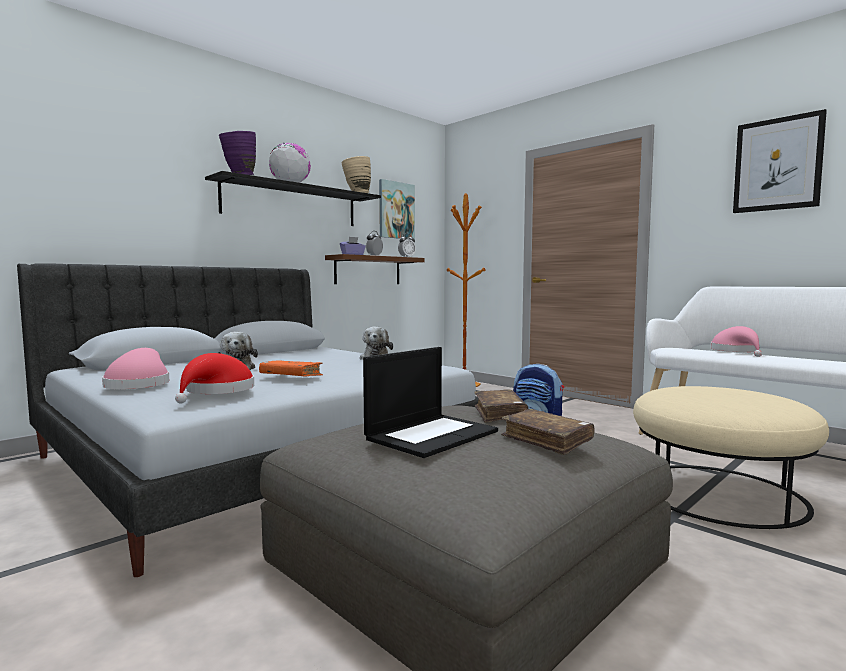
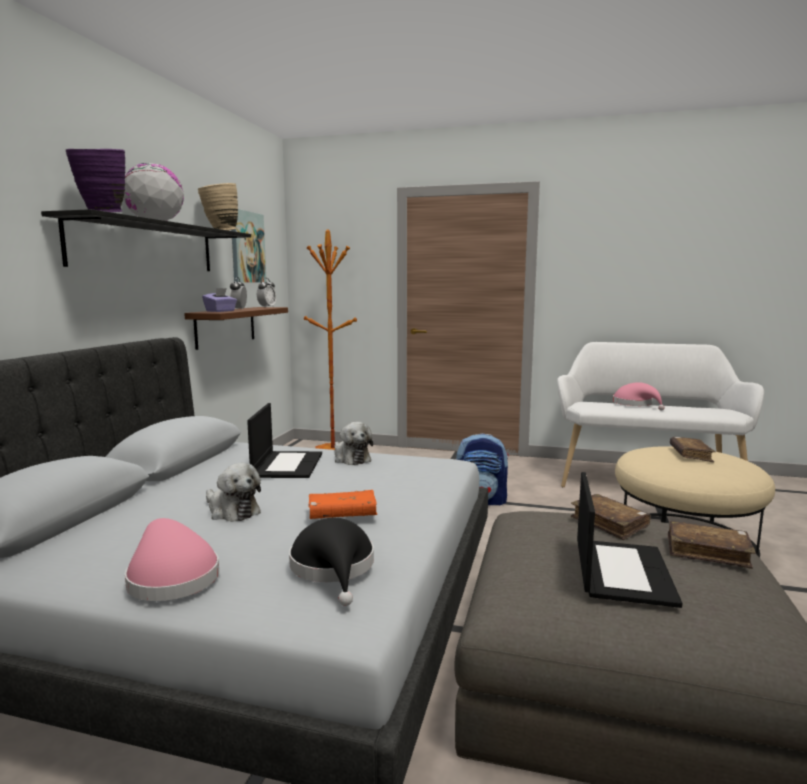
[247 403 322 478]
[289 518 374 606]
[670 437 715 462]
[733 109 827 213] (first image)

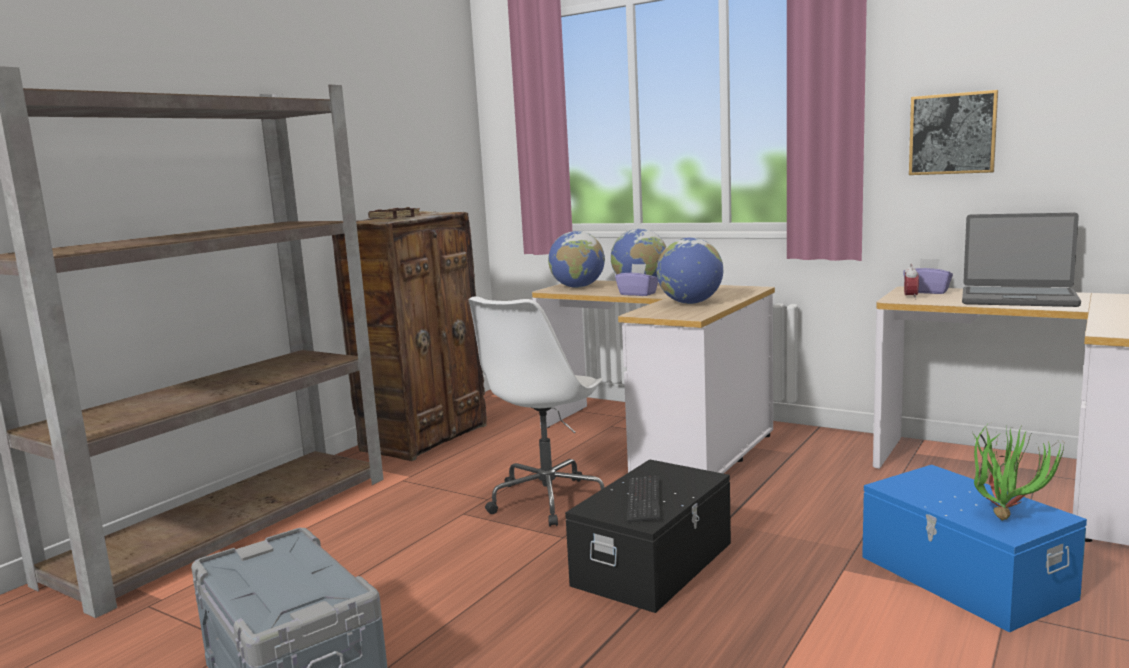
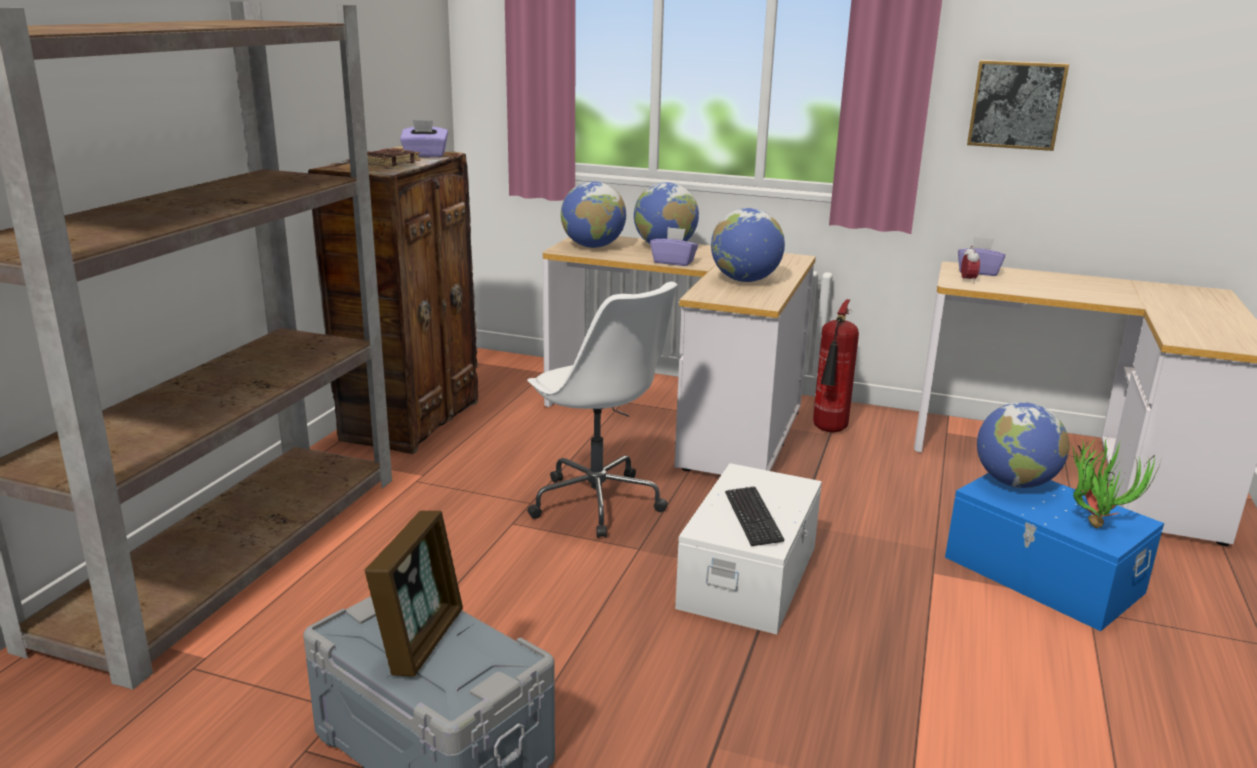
[365 511 463 677]
[400 120 448 157]
[527 282 678 538]
[675 463 822 634]
[813 299 859 432]
[977 402 1069 488]
[962 213 1081 307] (first image)

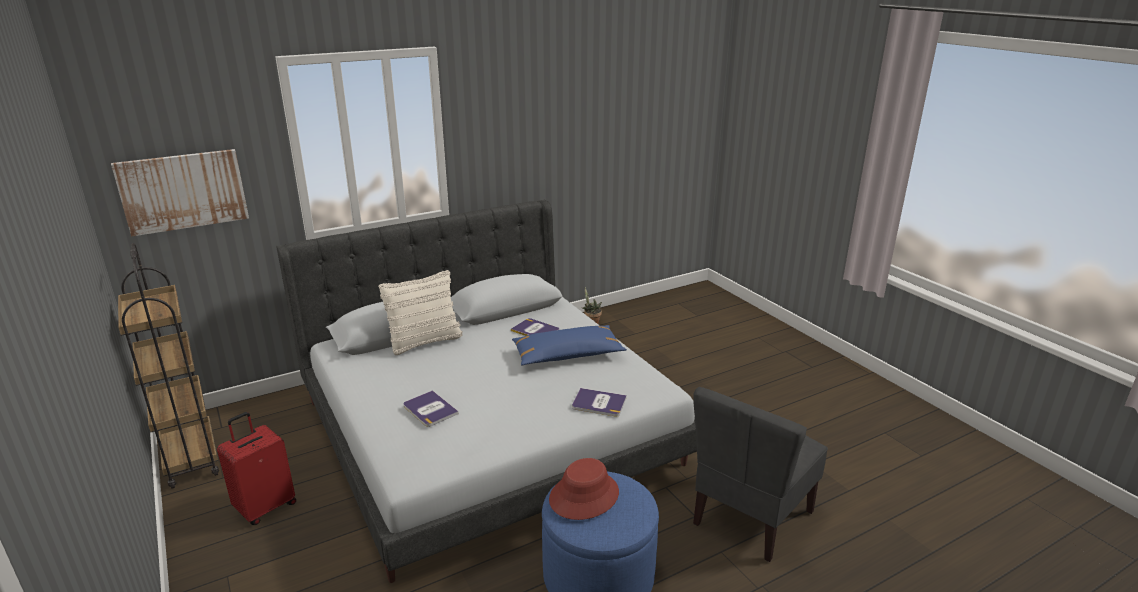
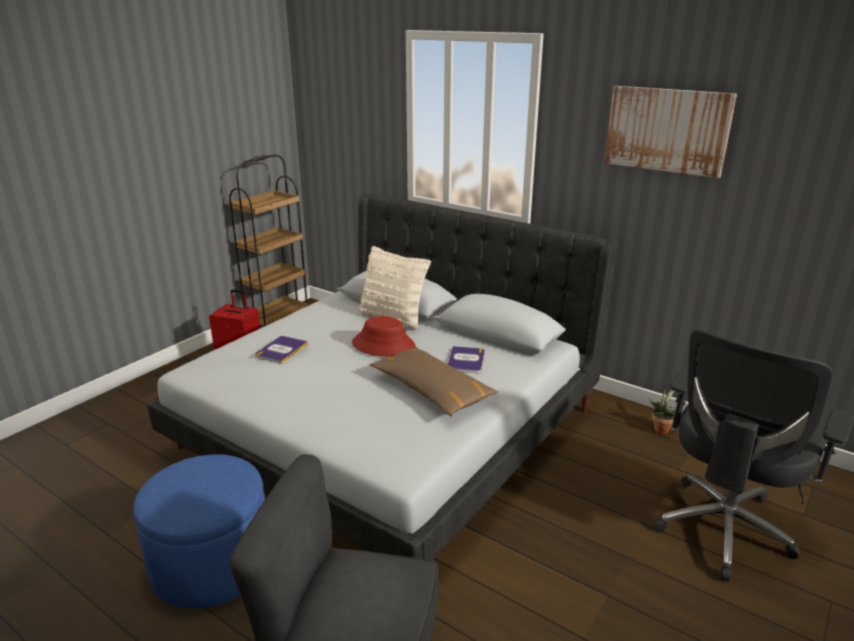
[352 316 416 357]
[370 347 498 416]
[604 86 737 178]
[653 330 854 581]
[572 388 627 417] (first image)

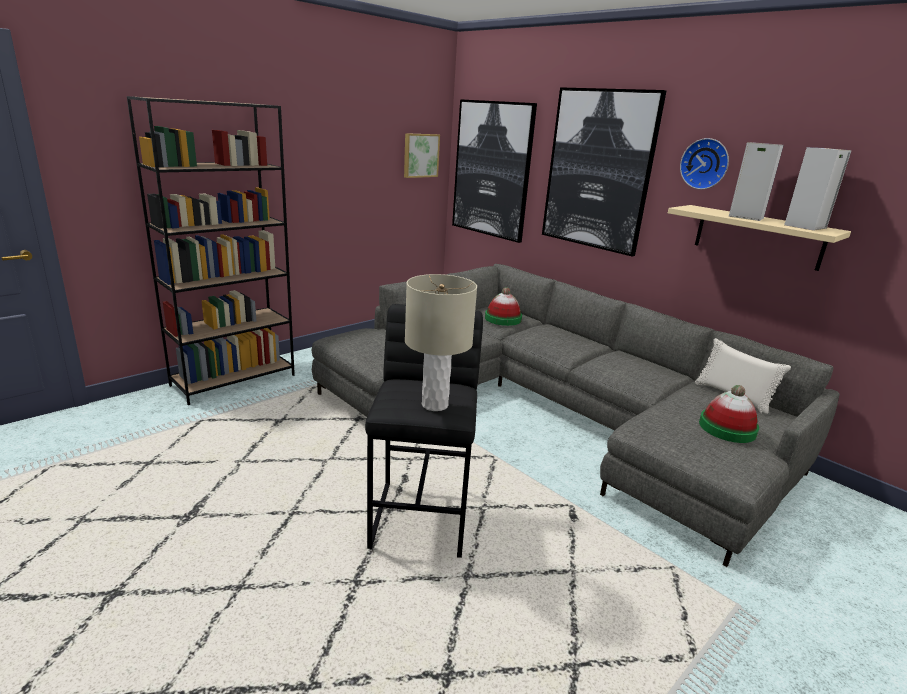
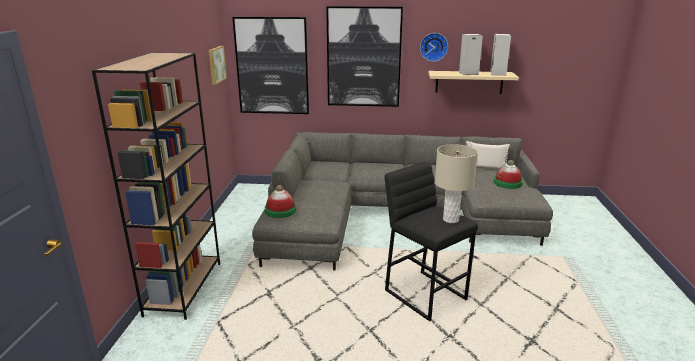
[265 185 296 218]

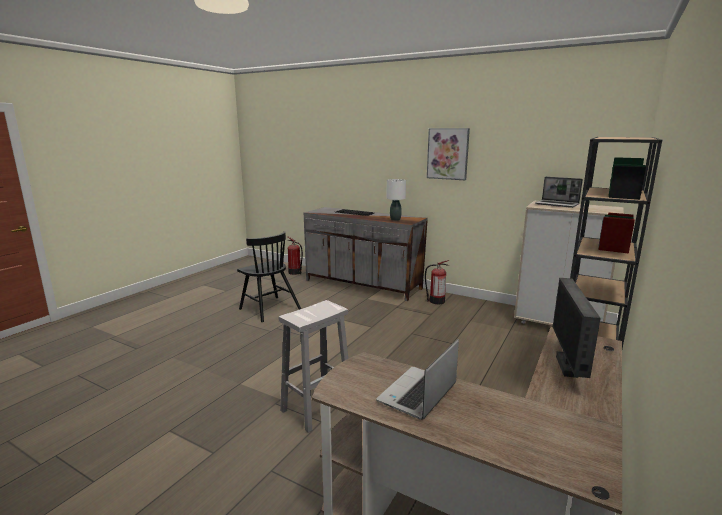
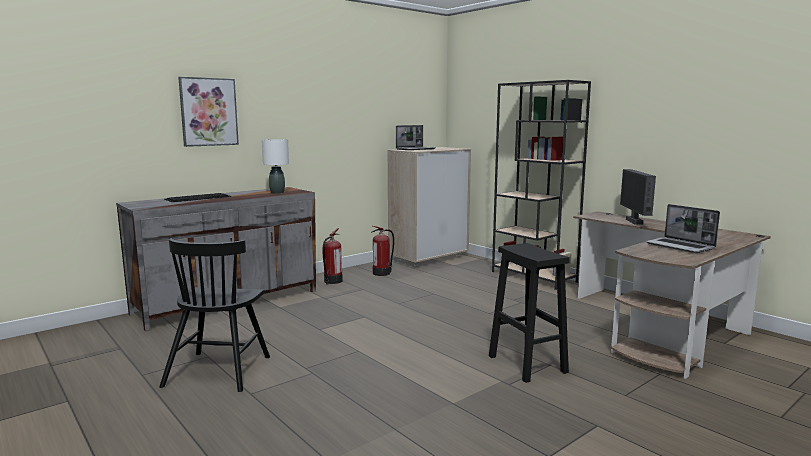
[159 238 270 392]
[178 77 239 147]
[372 226 394 276]
[489 243 570 383]
[620 169 656 224]

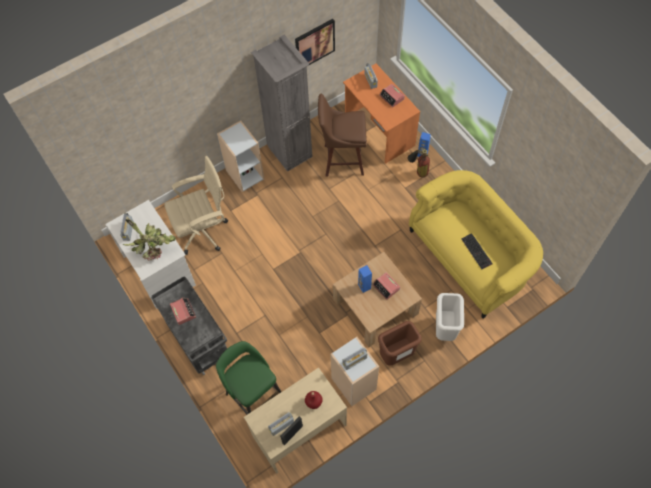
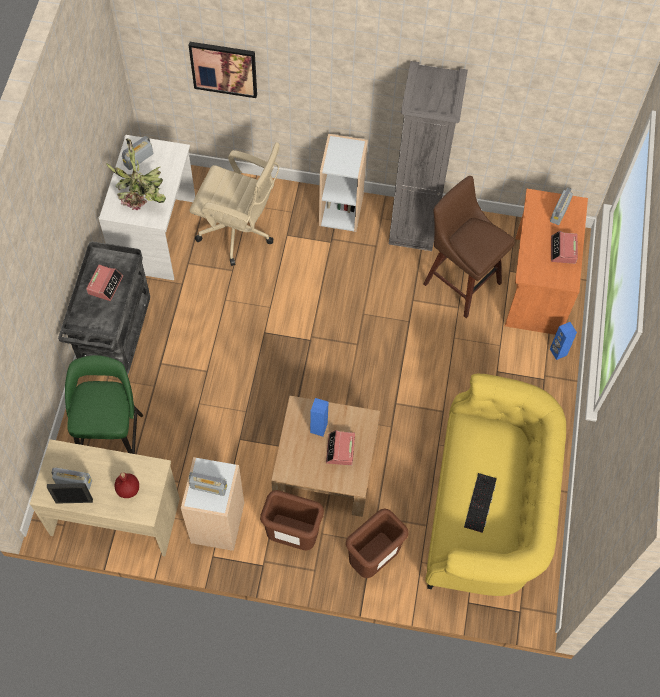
[189 42 257 98]
[346 509 409 578]
[407 149 430 178] (first image)

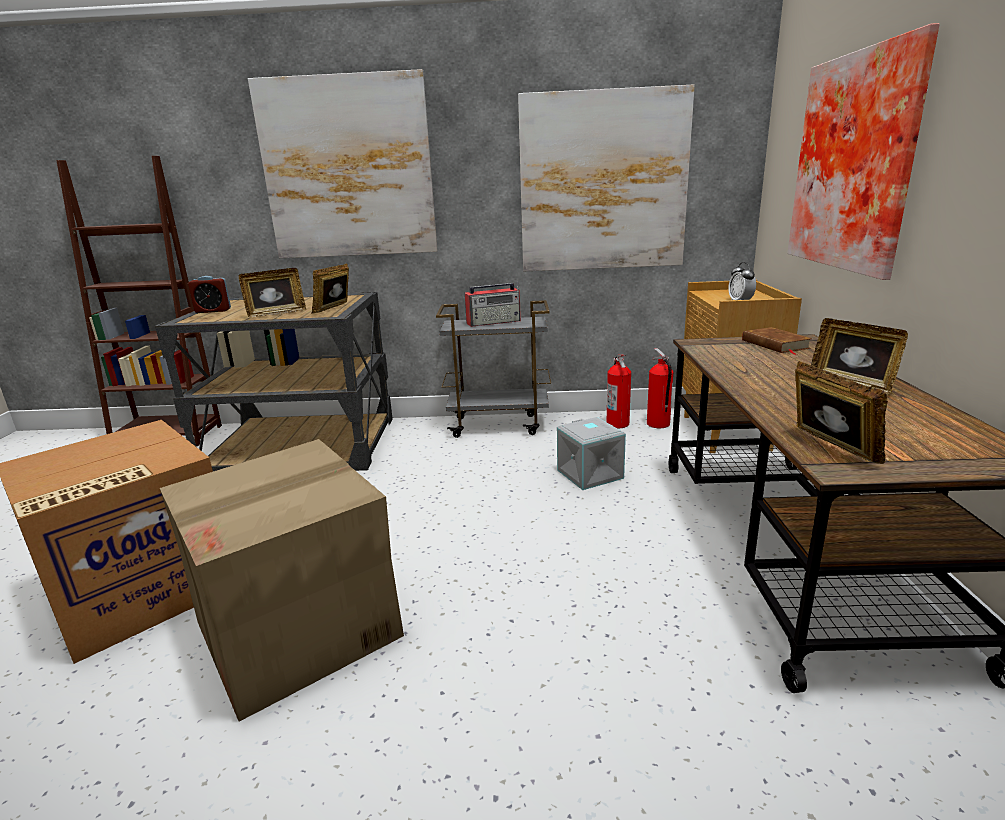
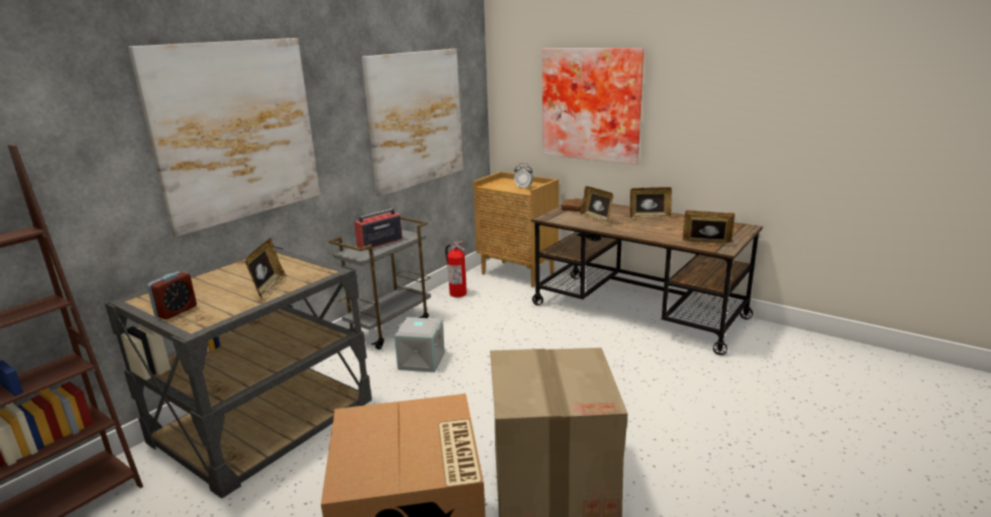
[354 209 402 250]
[394 317 445 372]
[580 186 613 225]
[647 348 673 428] (first image)

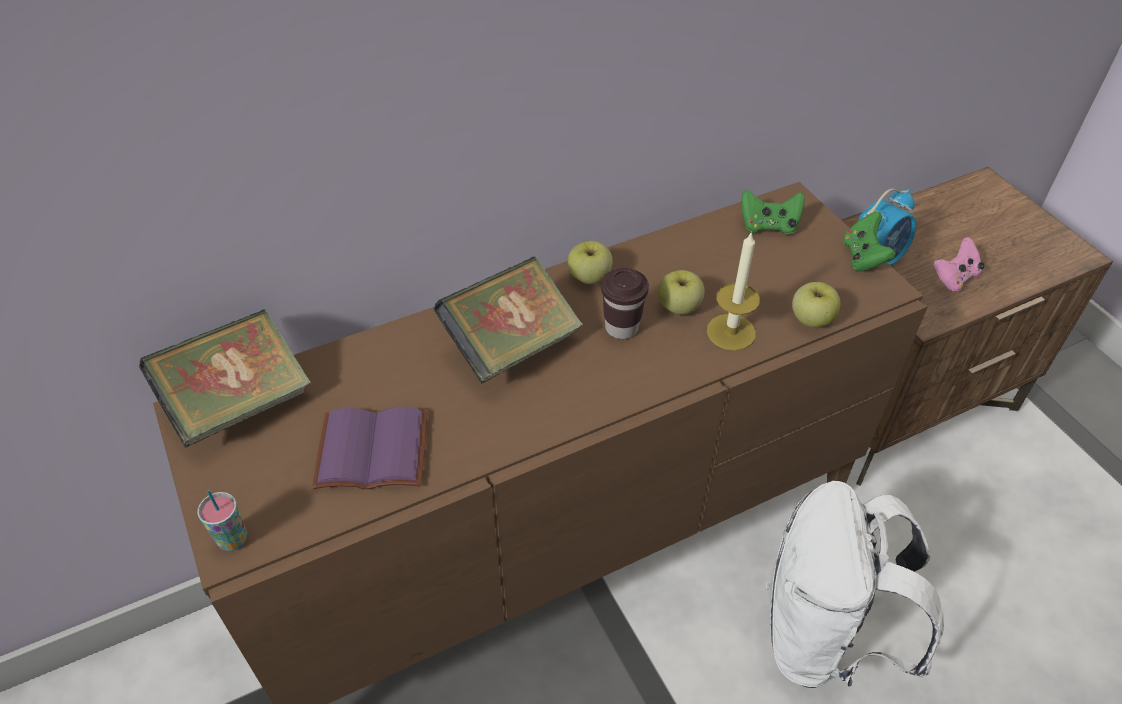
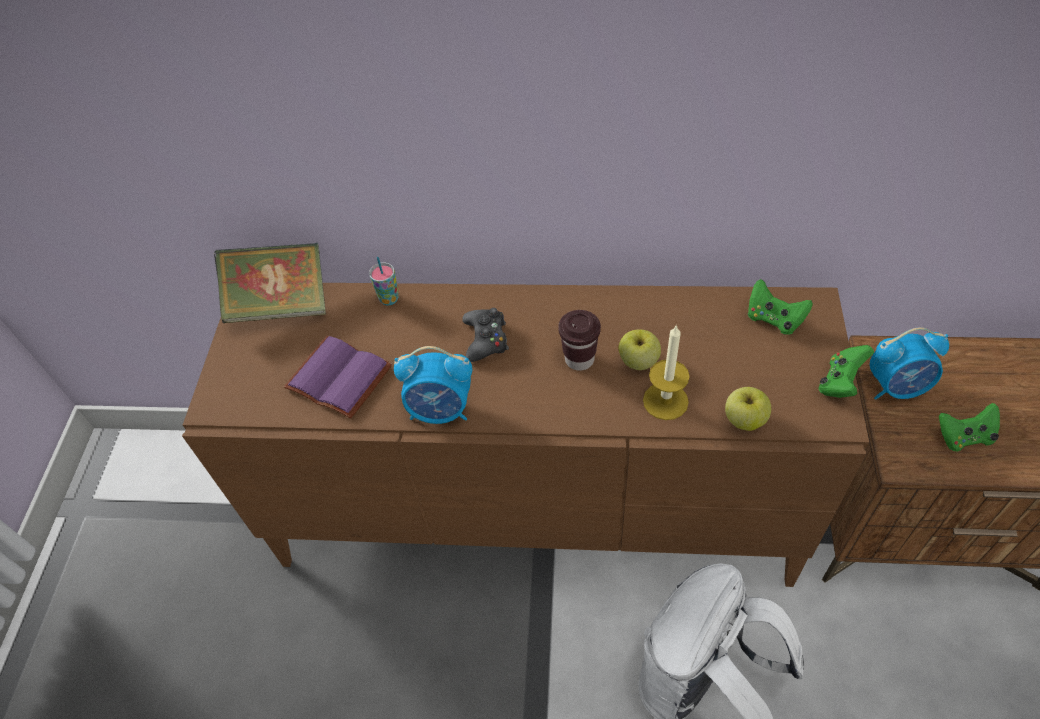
[369 257 399 305]
[394 346 472 424]
[462 308 509 362]
[939 403 1000 451]
[568 241 613 284] (first image)

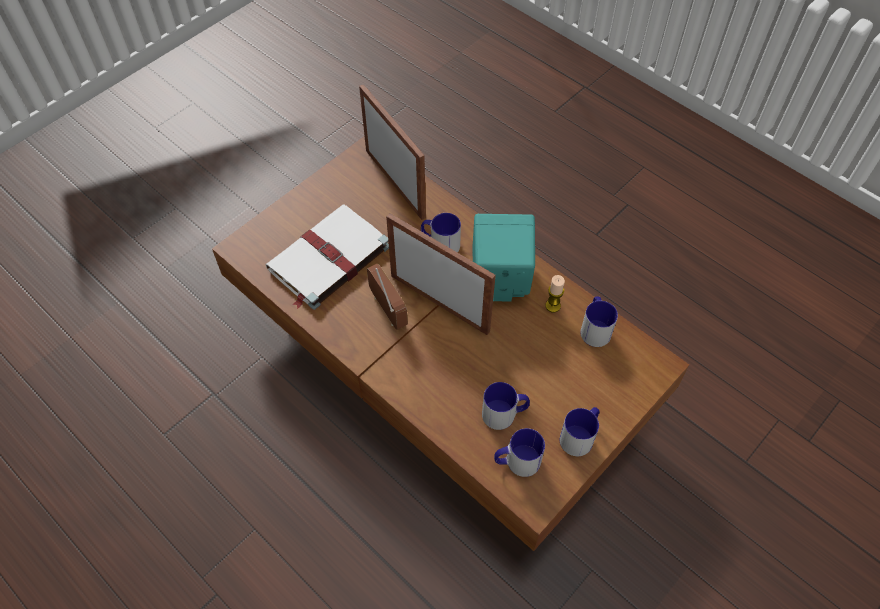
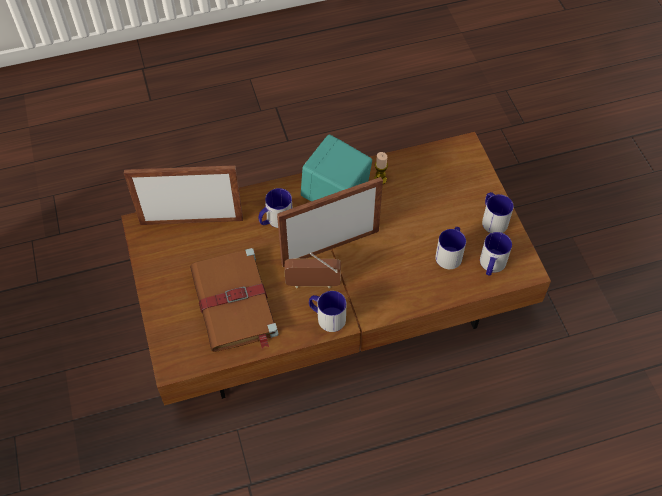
[190 248 279 352]
[309 291 346 332]

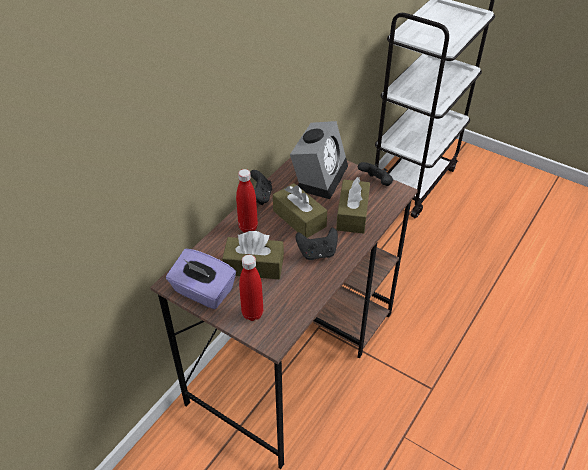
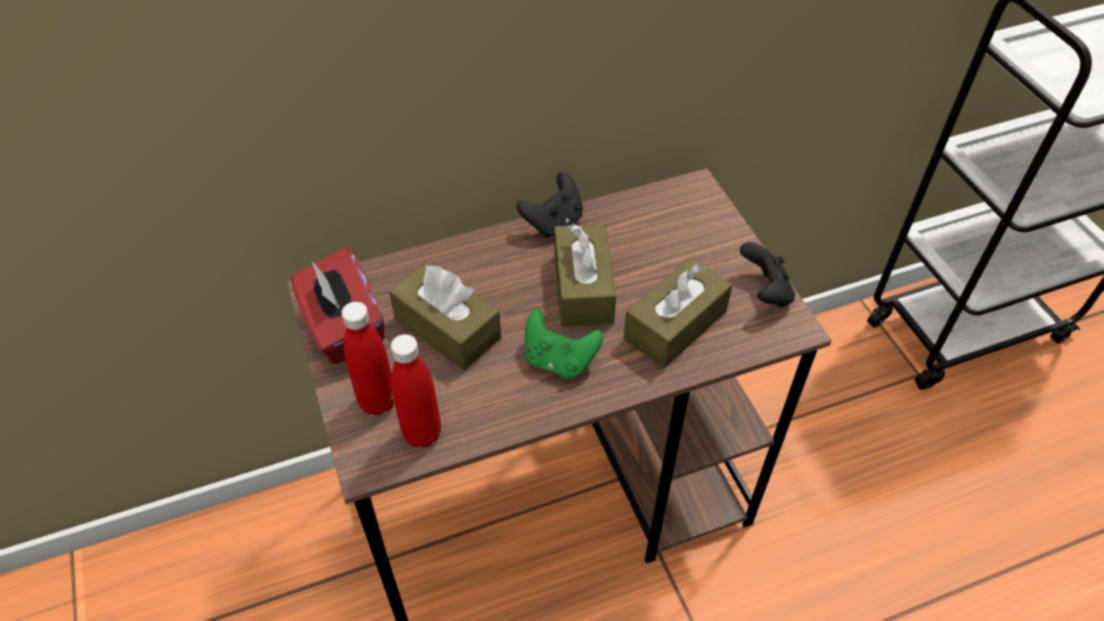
[291 247 384 364]
[391 334 441 447]
[525 309 603 378]
[290 121 348 199] (first image)

